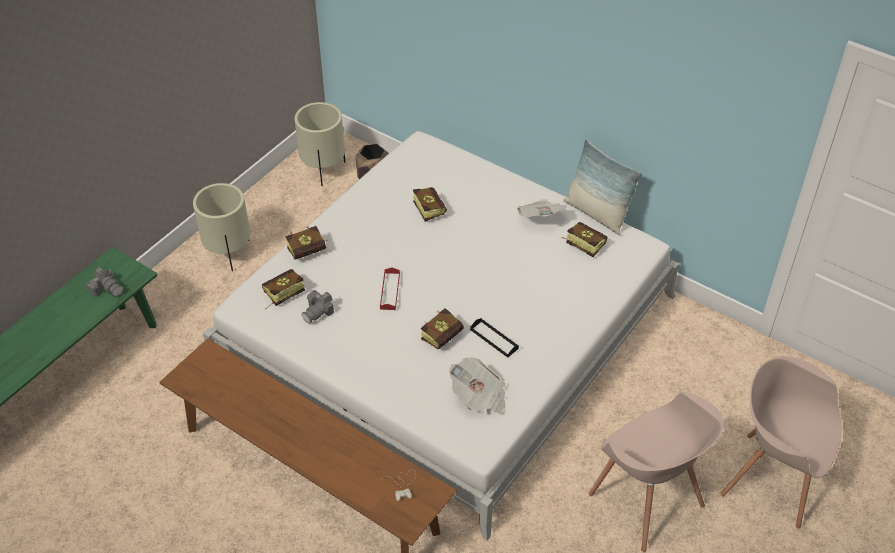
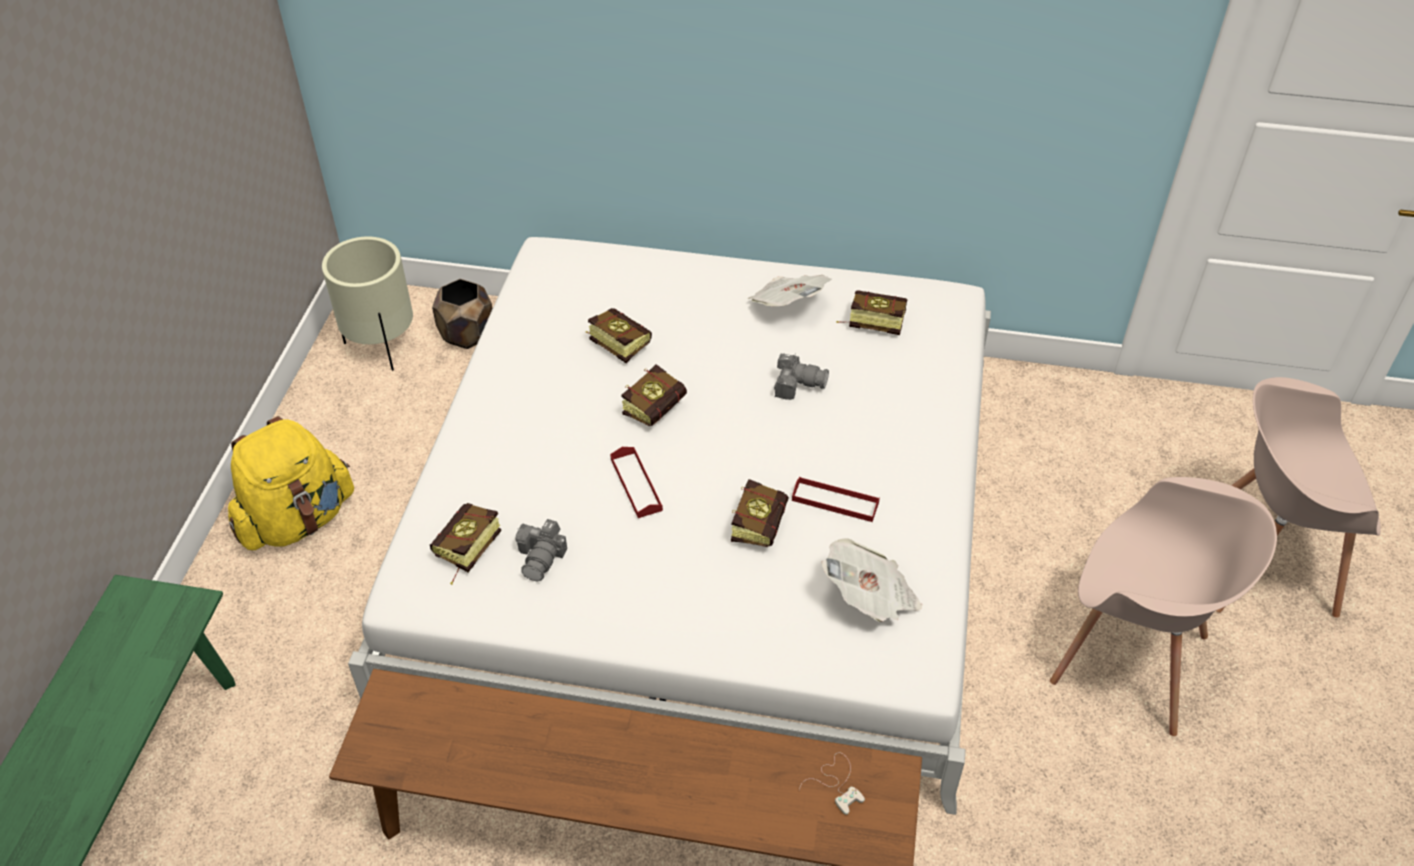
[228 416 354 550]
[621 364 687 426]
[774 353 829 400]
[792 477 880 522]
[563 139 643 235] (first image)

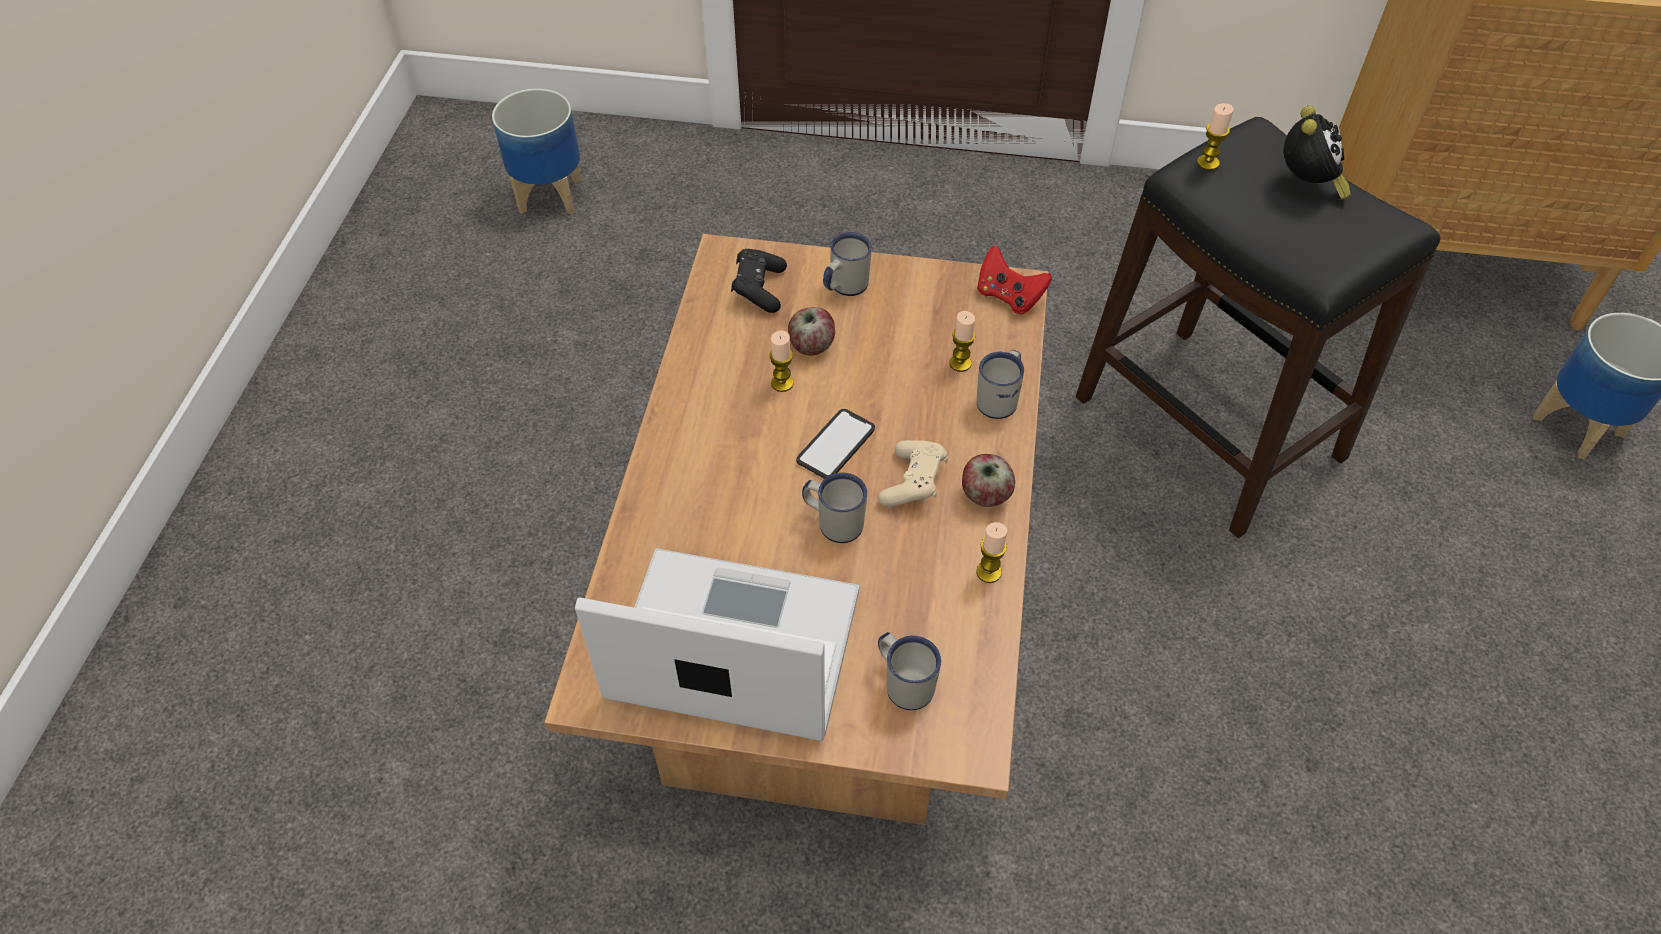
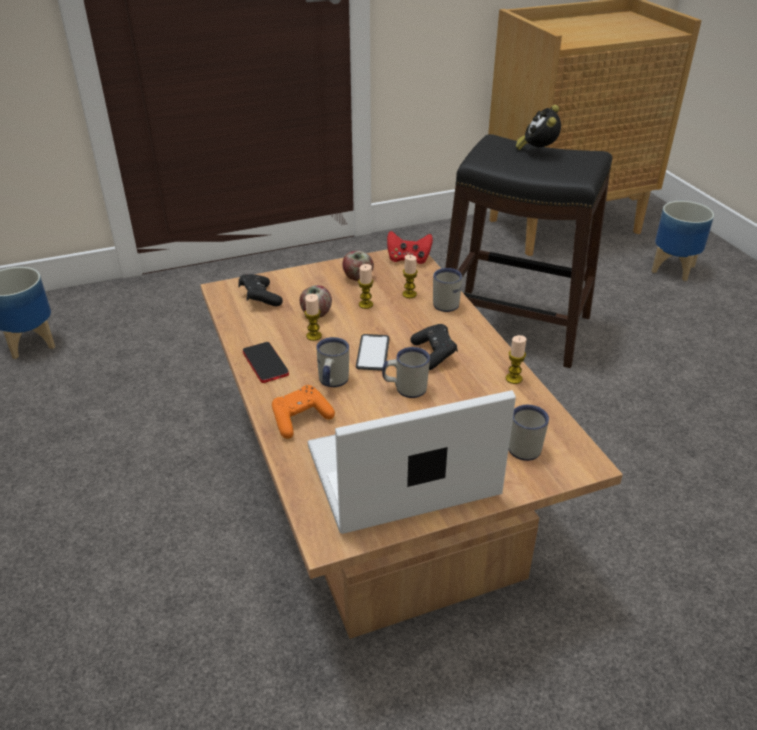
[243 342 289 383]
[272 385 335 439]
[316 337 349 387]
[342 251 374 281]
[358 264 373 309]
[410 324 458 370]
[516 105 561 150]

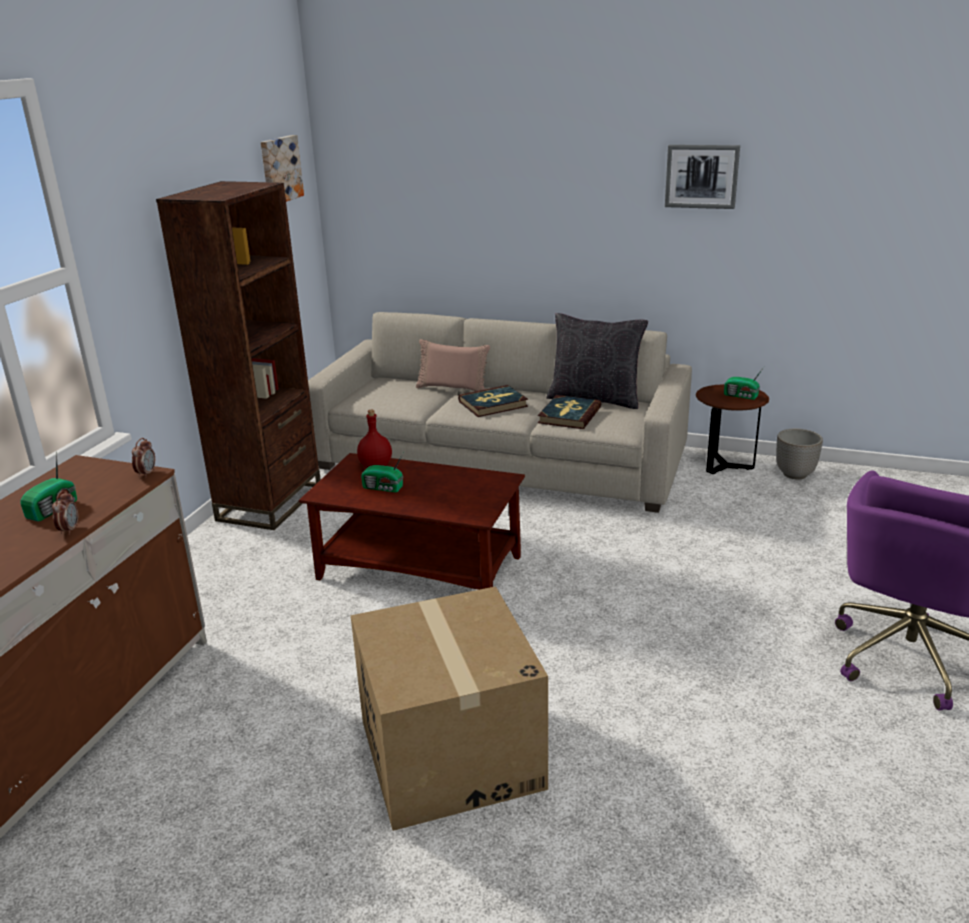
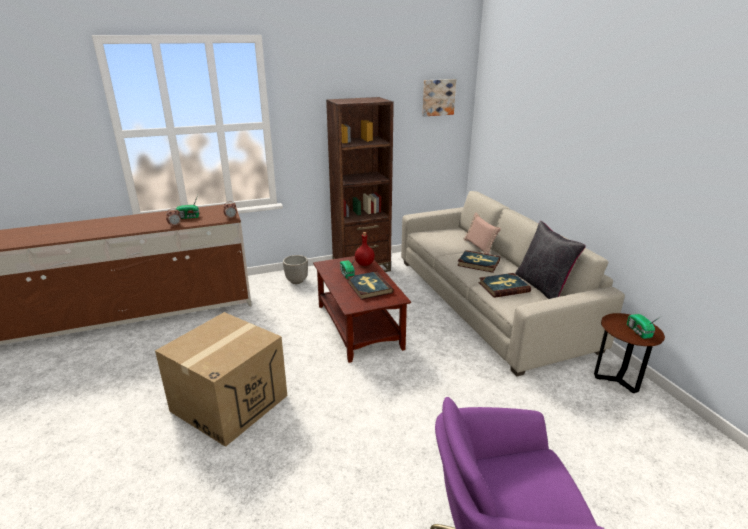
[283 255 308 284]
[347 271 393 300]
[665 145 740 209] (first image)

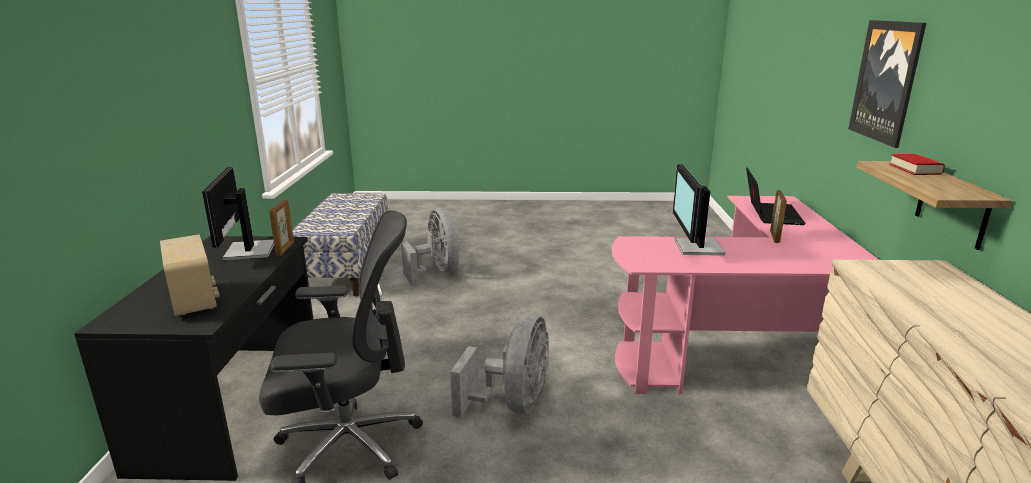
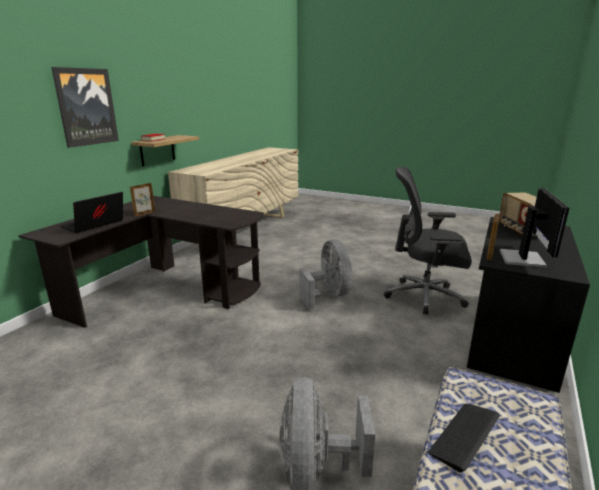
[18 196 264 328]
[299 239 352 309]
[428 404 500 472]
[673 164 726 256] (first image)

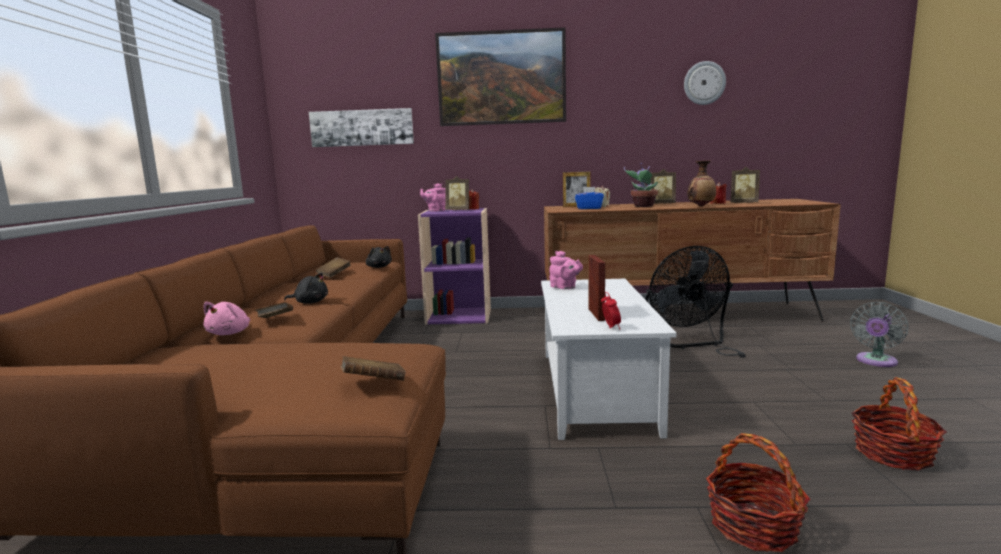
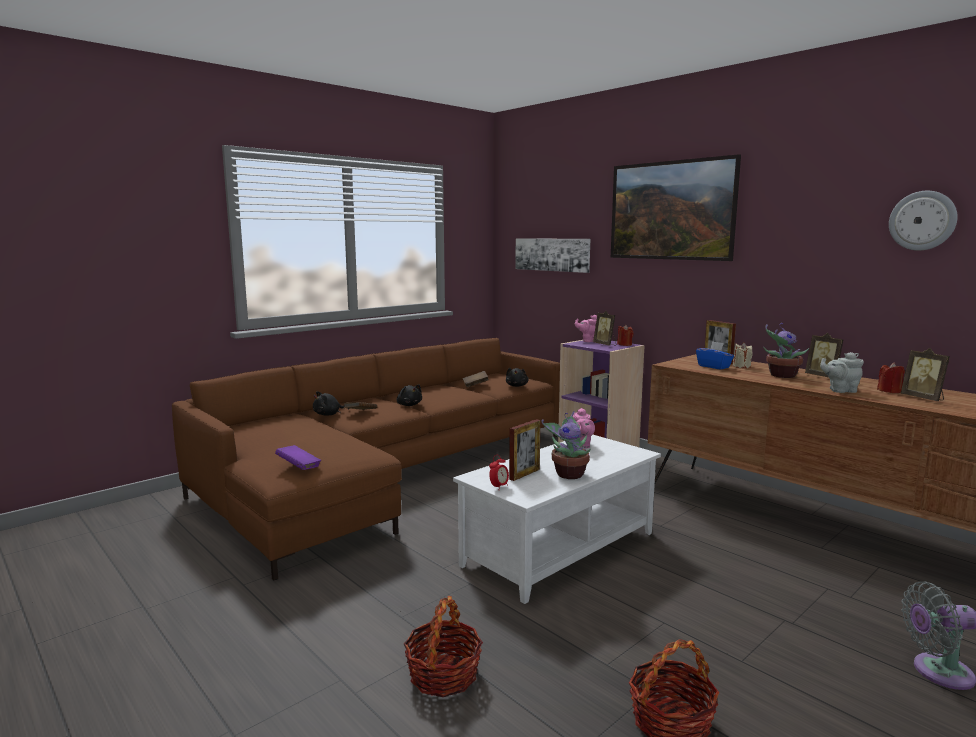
[275 445 321 470]
[313 391 349 416]
[541 411 591 479]
[820 352 864 393]
[645 246 746 358] (first image)

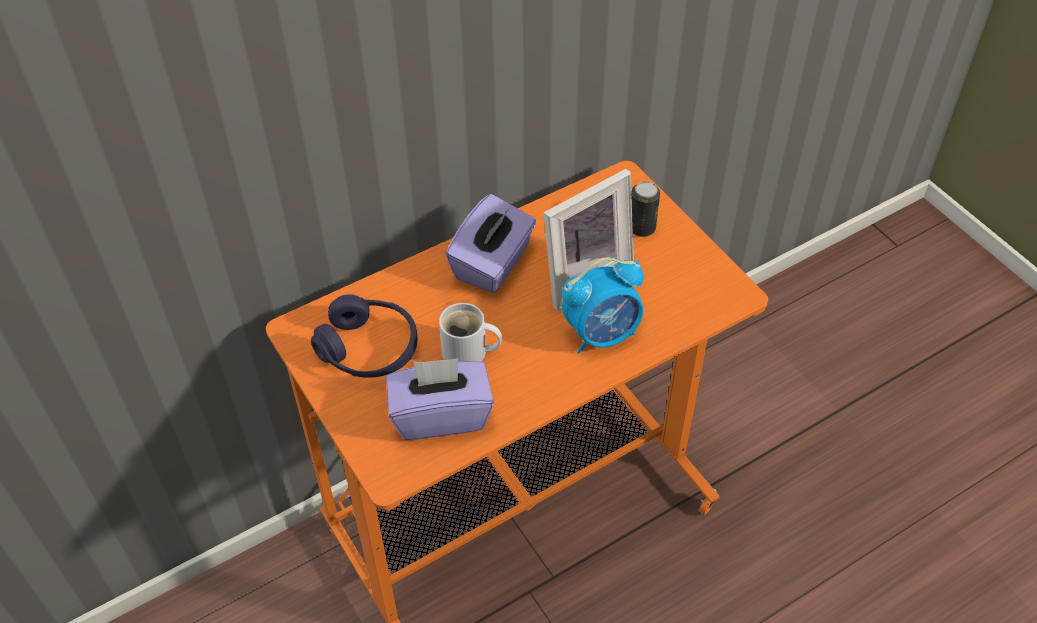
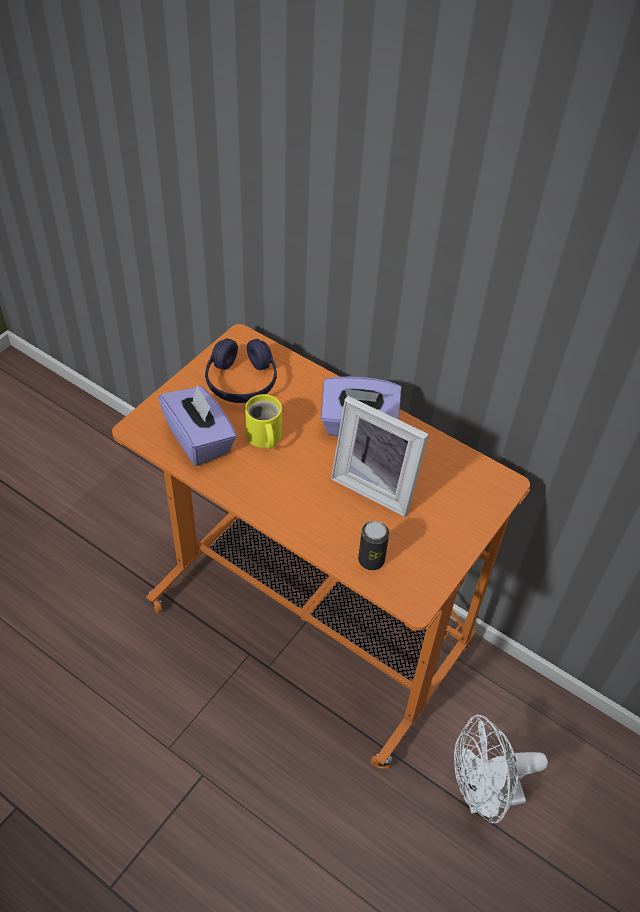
[245 394 282 449]
[358 521 389 570]
[454 715 548 823]
[562 257 644 354] (first image)

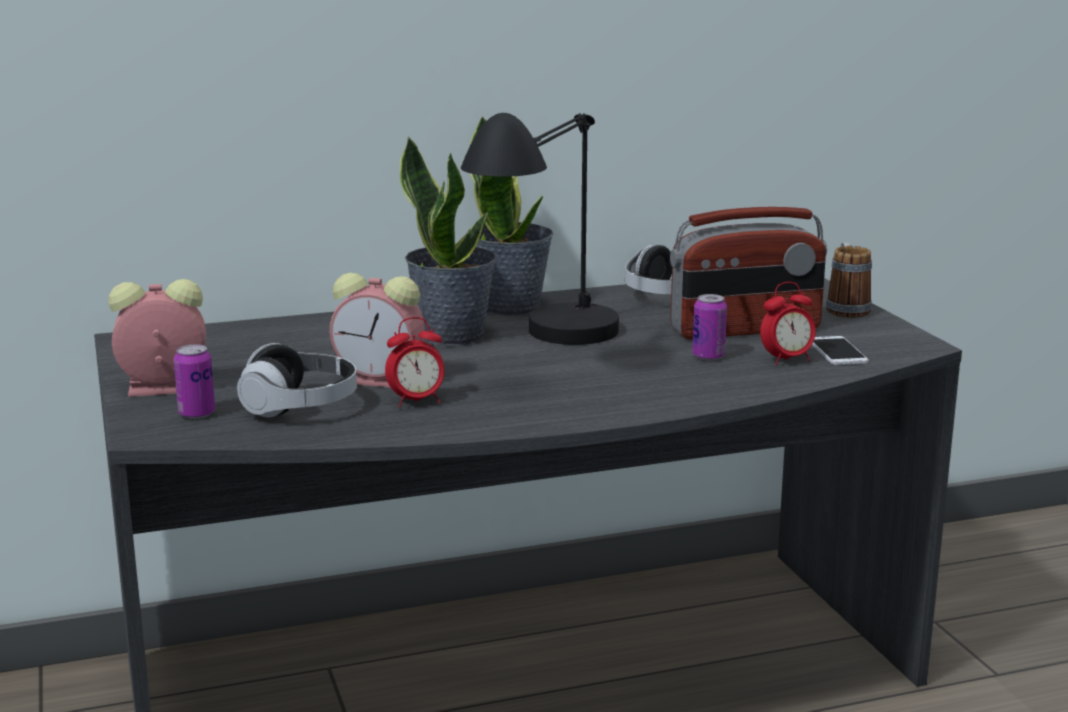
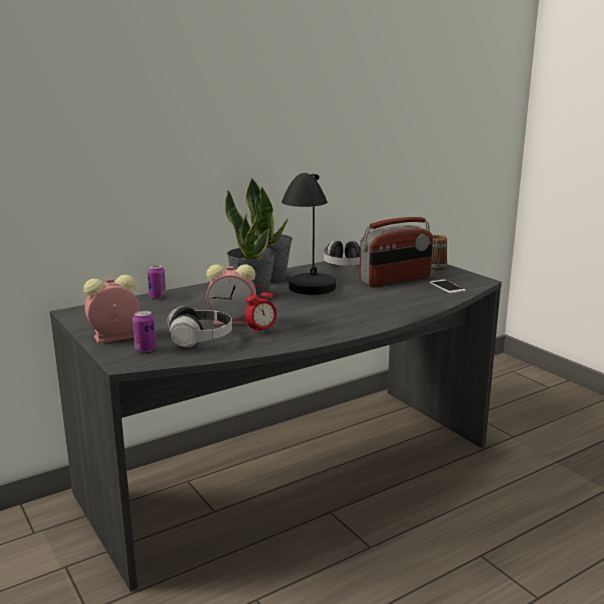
[147 265 166 299]
[760 282 816 365] (first image)

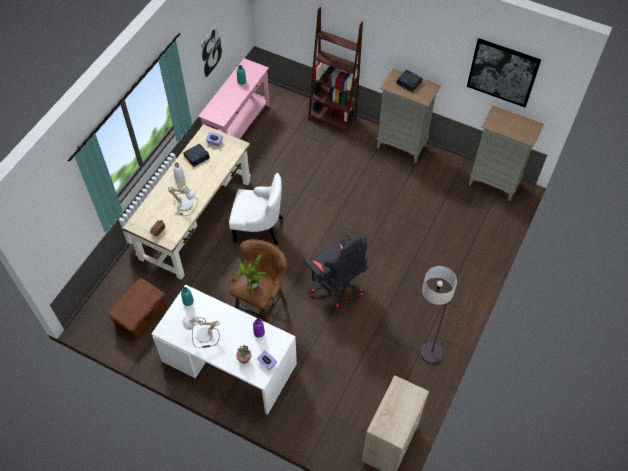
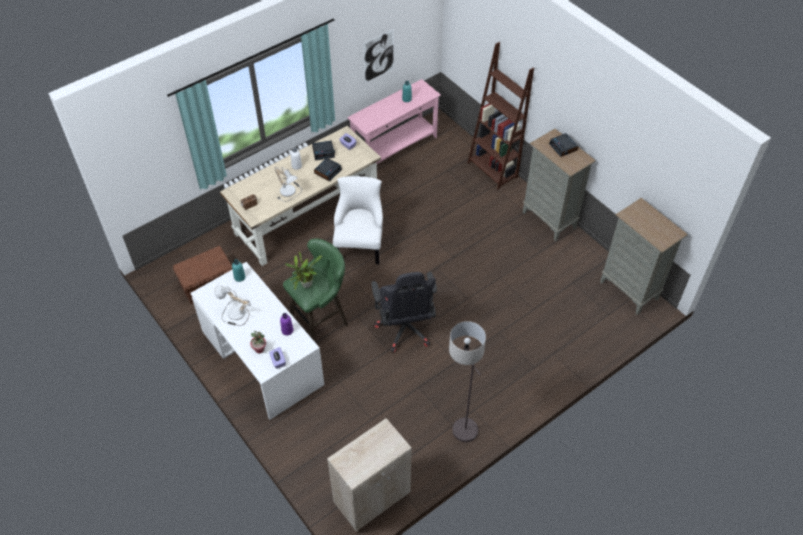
[283 238 348 342]
[314 158 342 182]
[333 176 383 264]
[467 38 541 107] (first image)

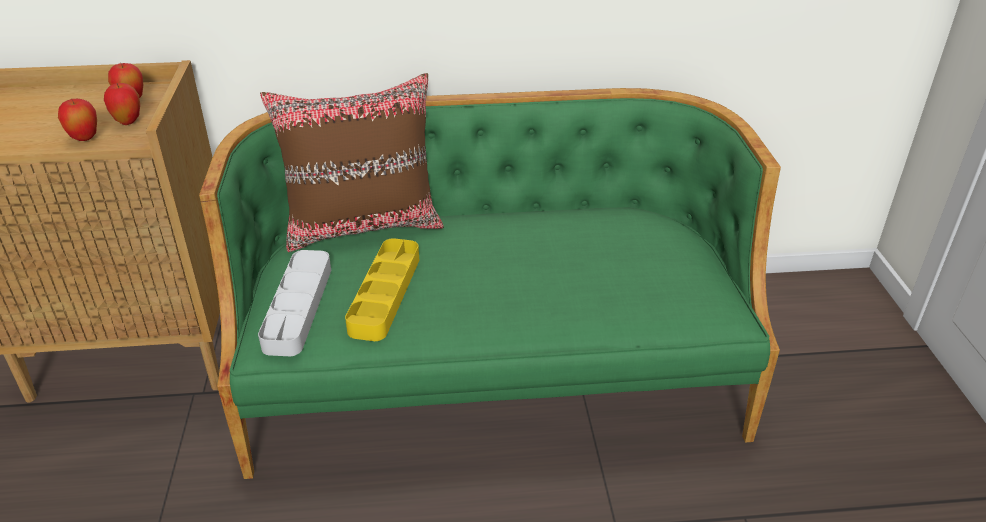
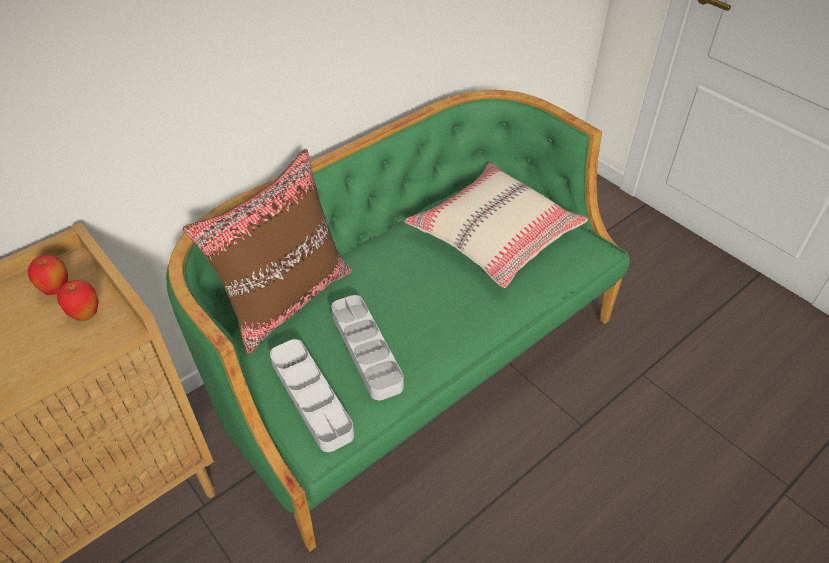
[332 295 404 400]
[404 163 589 288]
[58 99 97 141] (first image)

